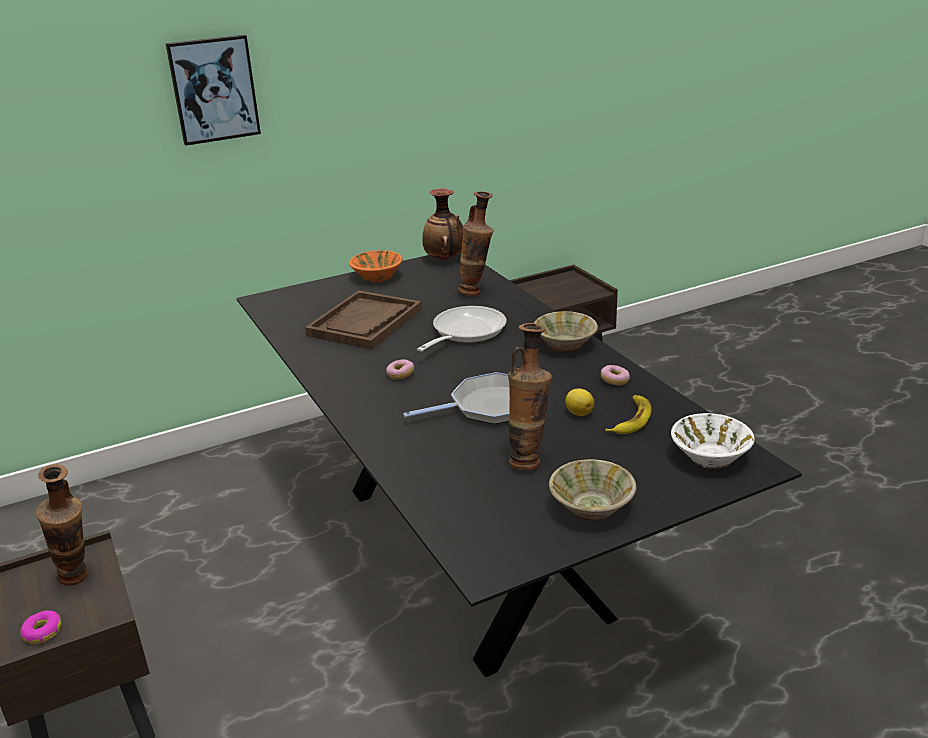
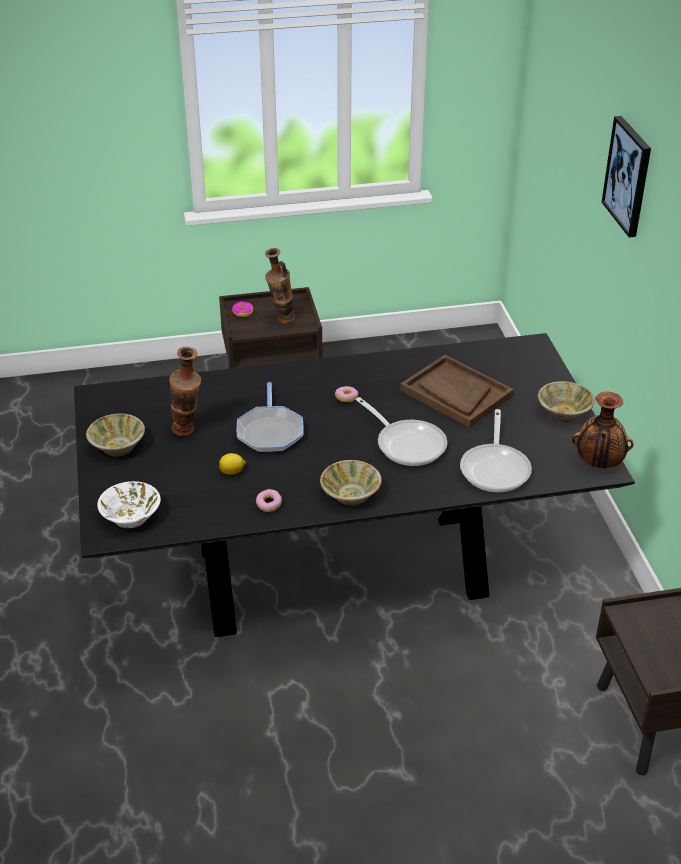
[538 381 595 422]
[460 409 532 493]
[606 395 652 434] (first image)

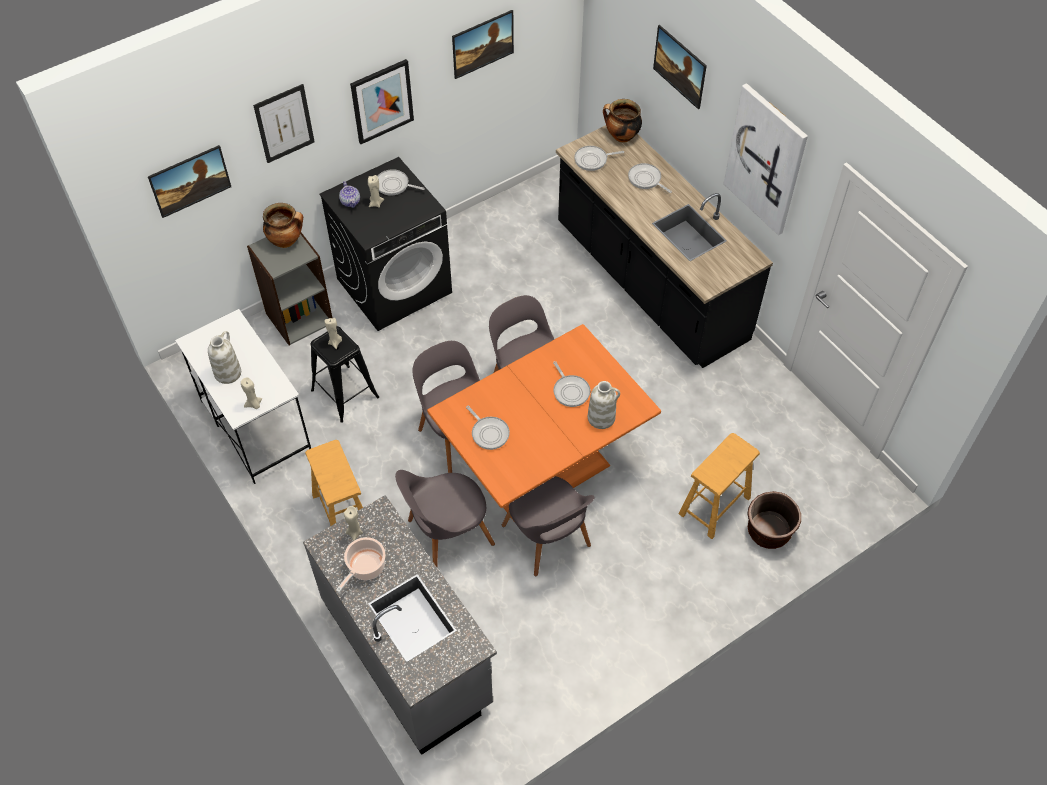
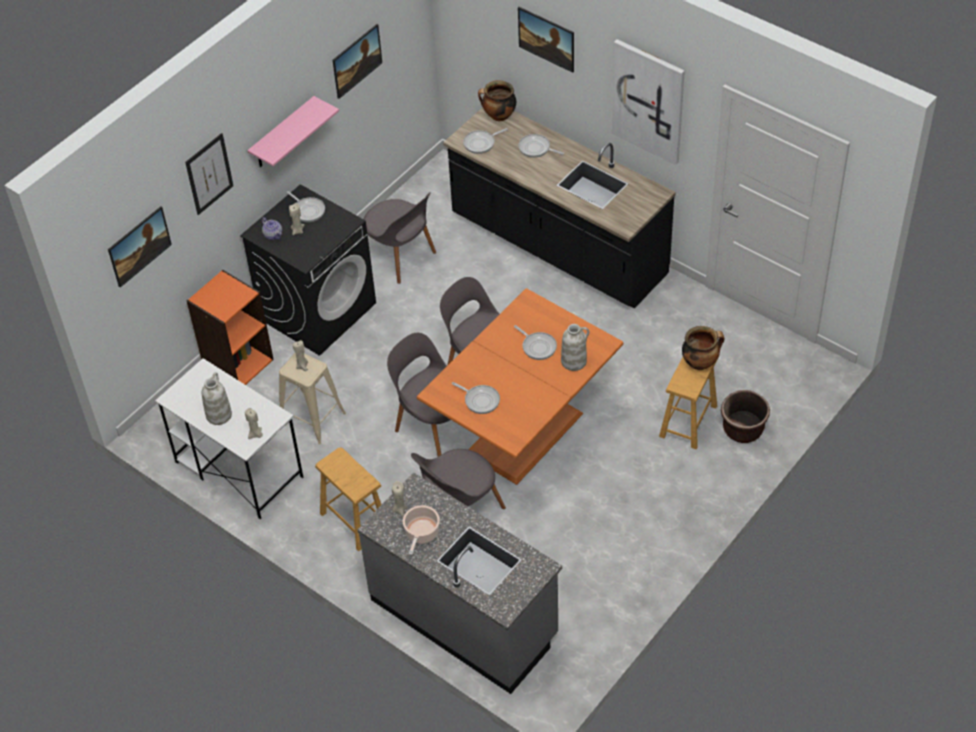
[187 270 274 385]
[682 326 724 370]
[279 353 346 445]
[247 96 339 167]
[286 191 325 222]
[363 192 436 284]

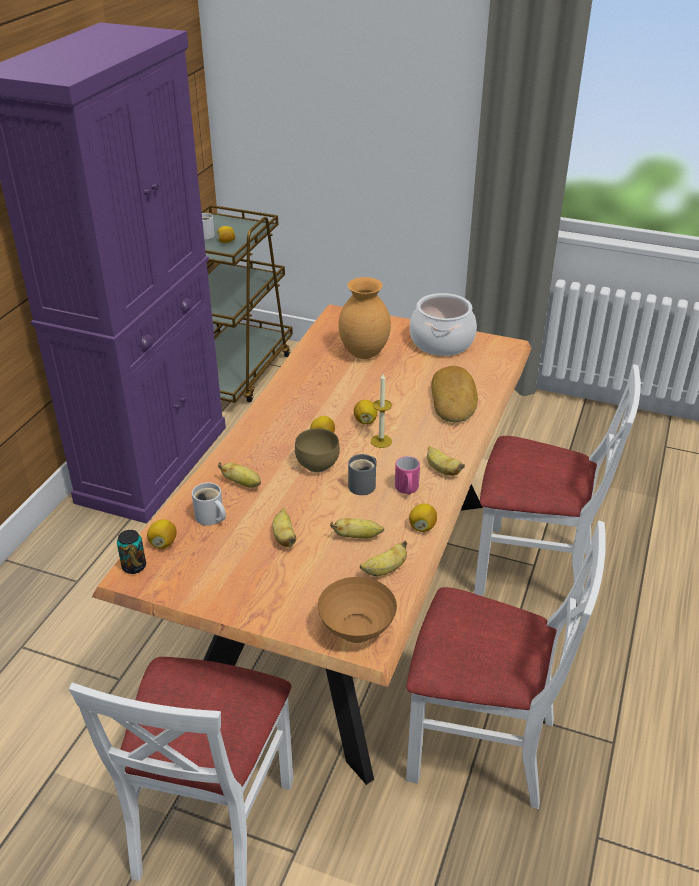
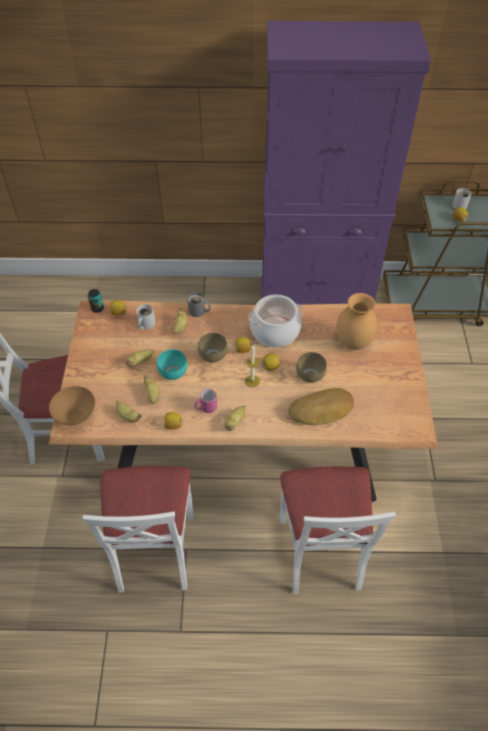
[187 292 211 317]
[248 295 304 347]
[157 349 187 380]
[296 352 327 383]

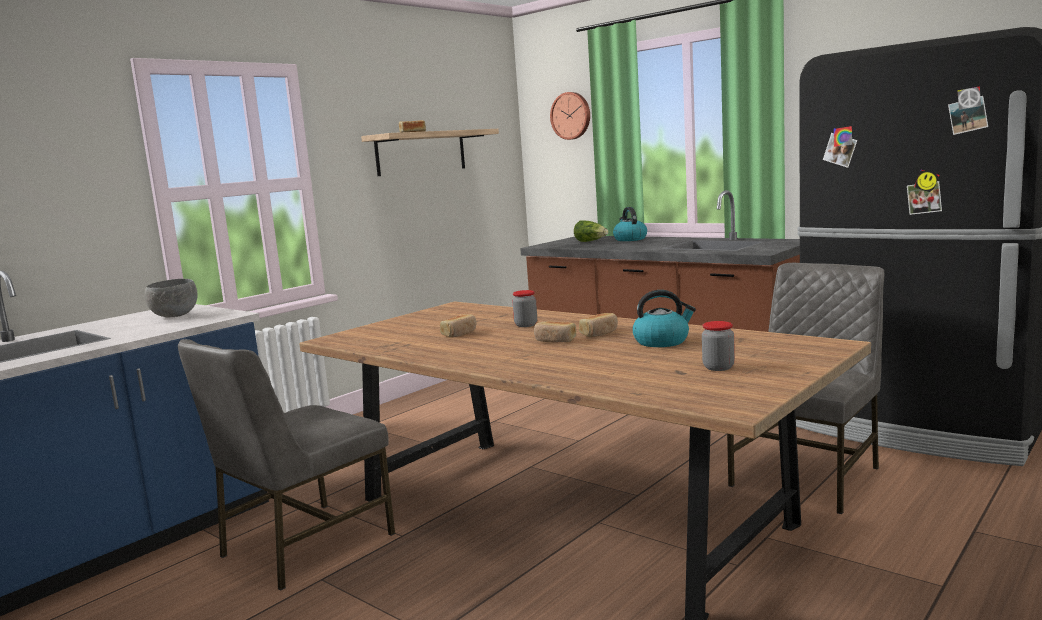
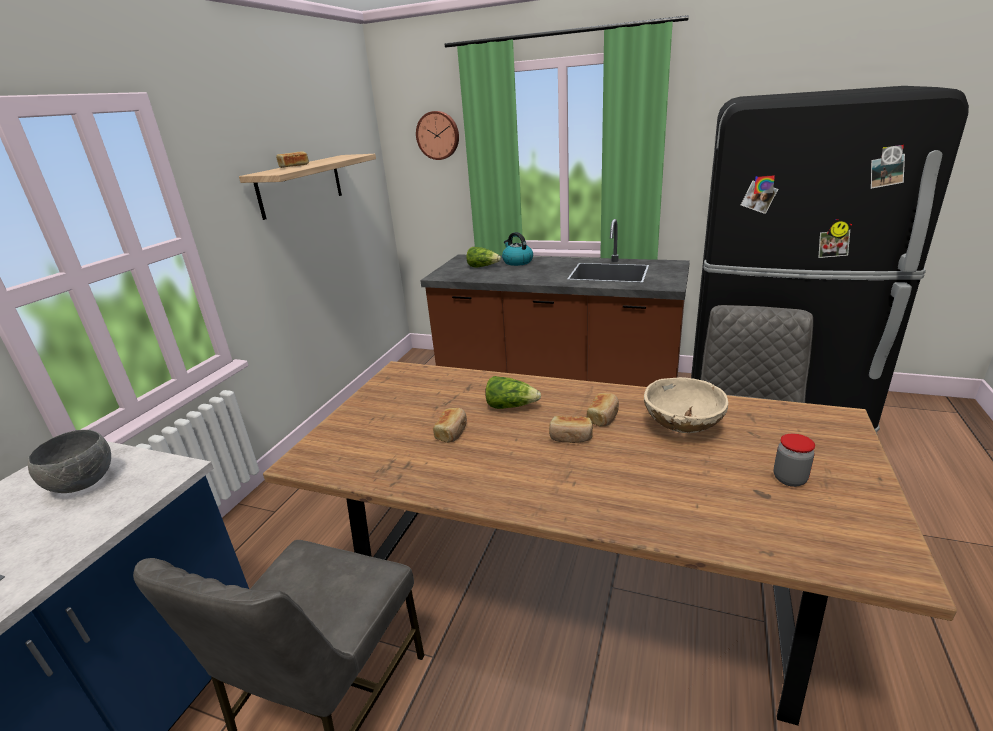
[485 376 541 409]
[644 377 728 433]

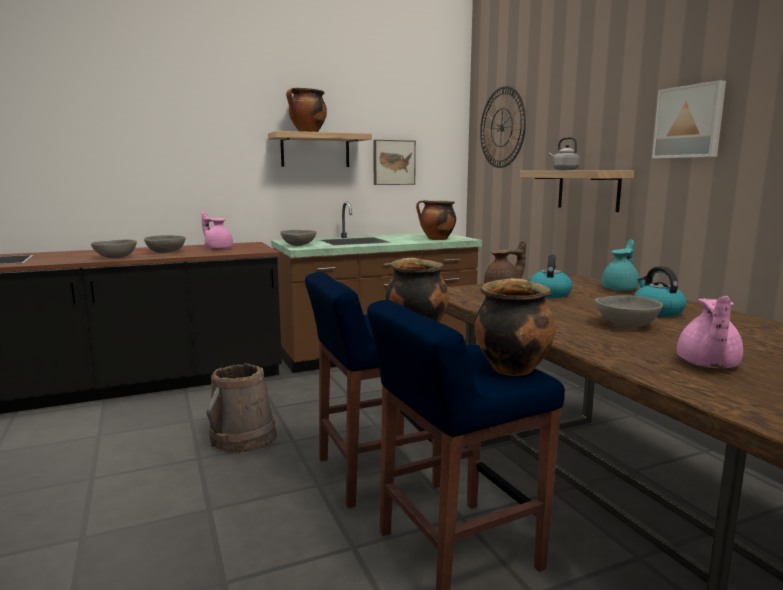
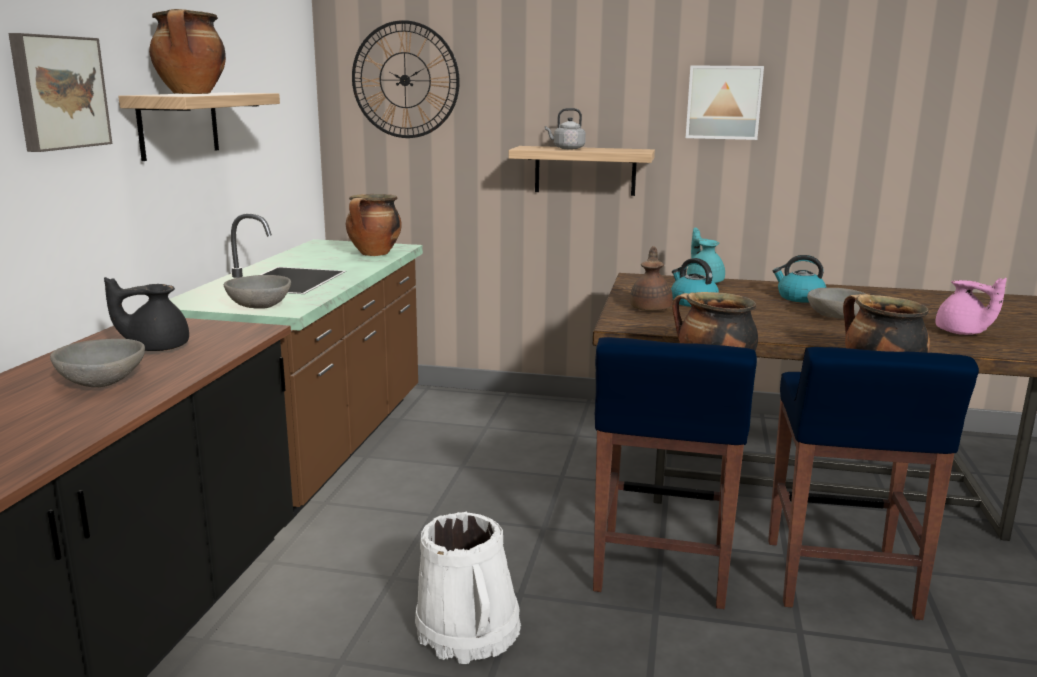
[91 239 137 258] (first image)
[104 277 189 351]
[415 511 521 664]
[8 33 112 152]

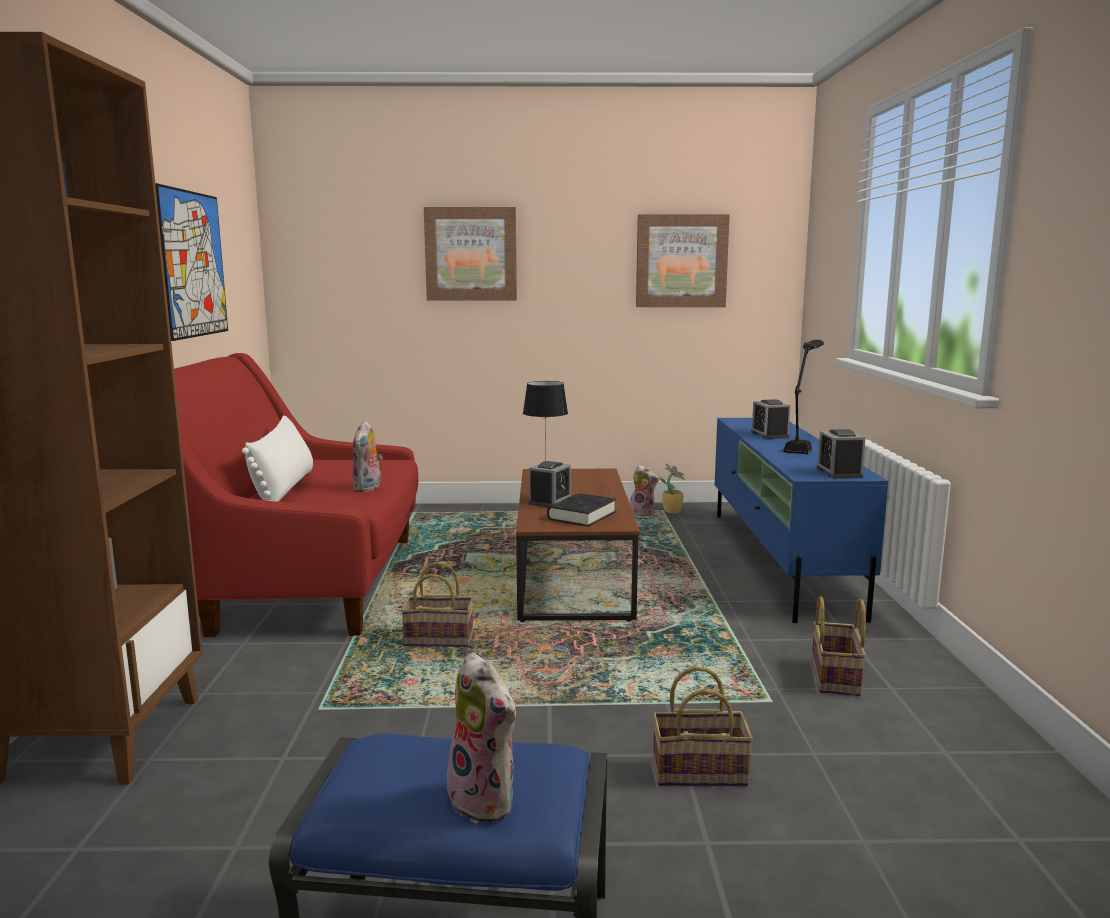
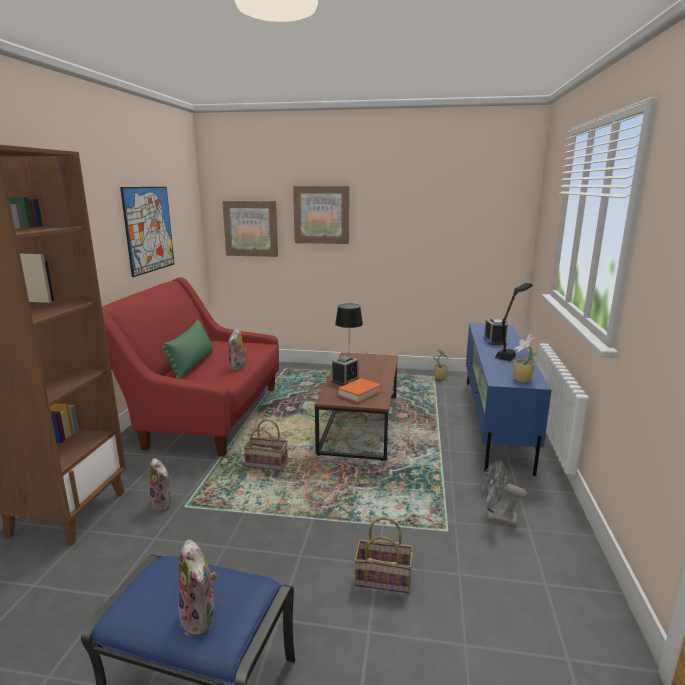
[162 319 213 379]
[337 378 381 403]
[149 458 171 511]
[222 201 278 257]
[480 460 528 526]
[513 335 537 382]

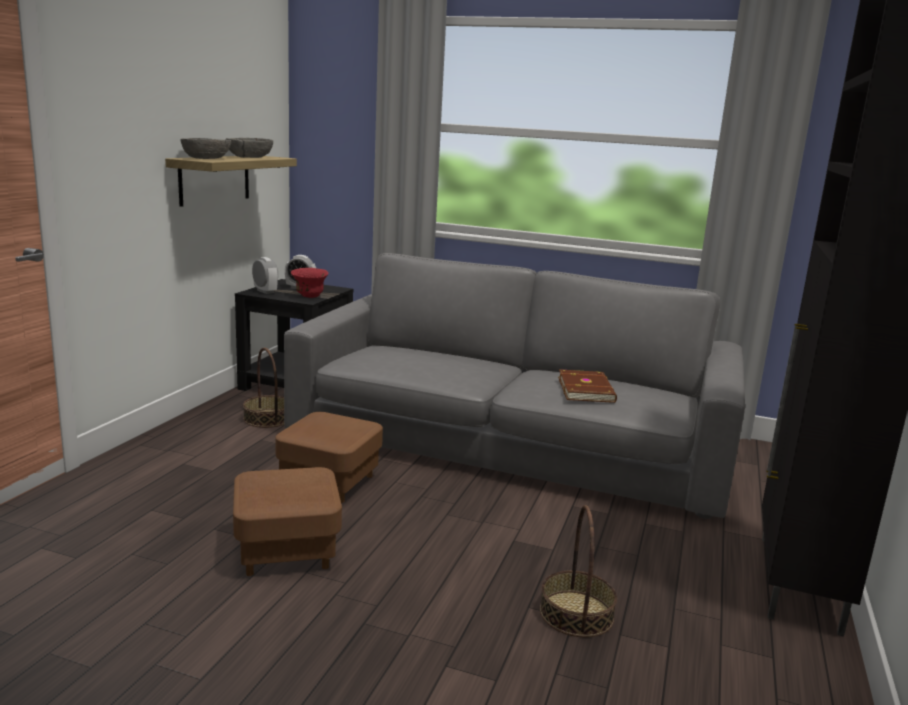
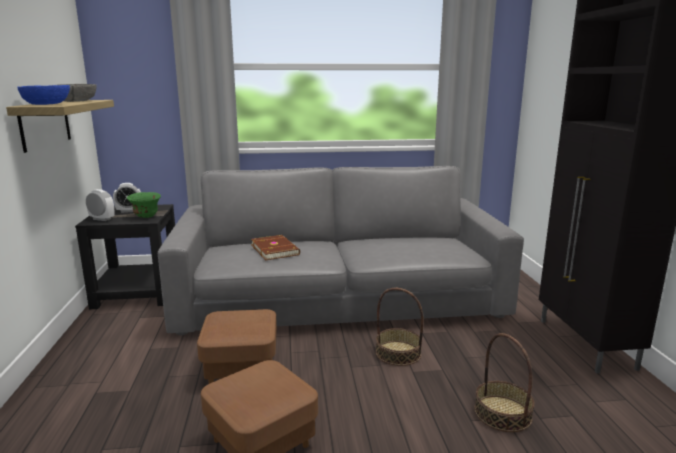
[17 85 70 105]
[376 288 424 366]
[127 192 161 218]
[251 235 300 260]

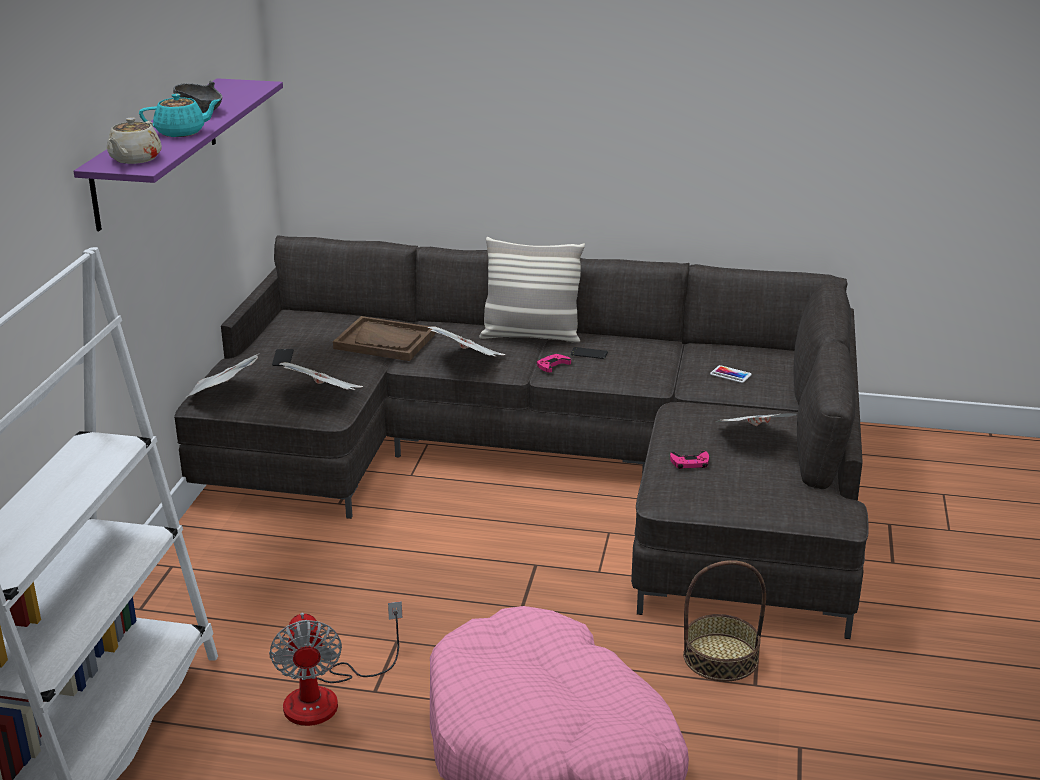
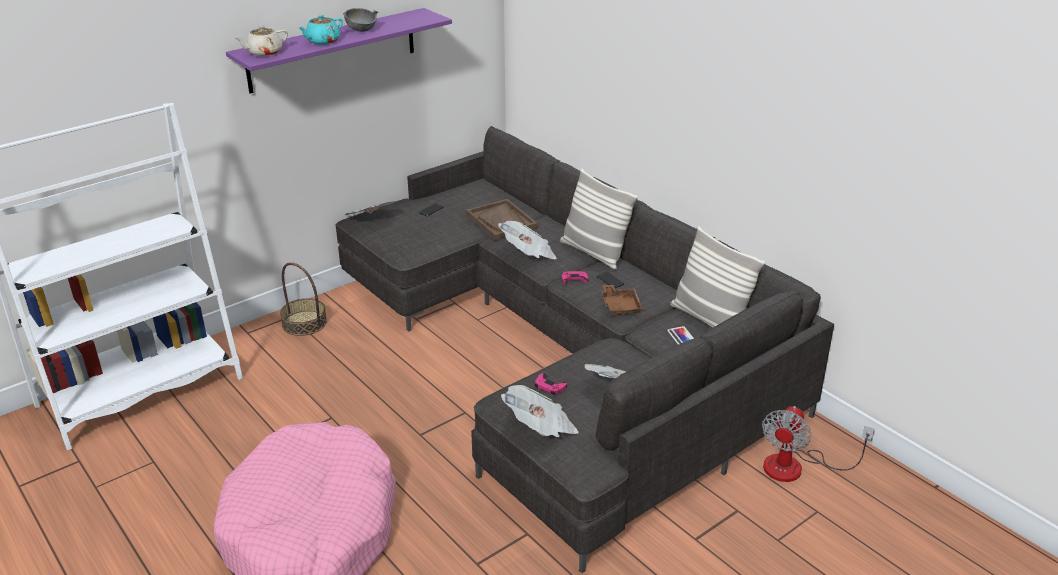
[298 15 343 45]
[762 406 875 482]
[501 385 579 437]
[280 263 327 336]
[601 285 643 315]
[670 226 766 327]

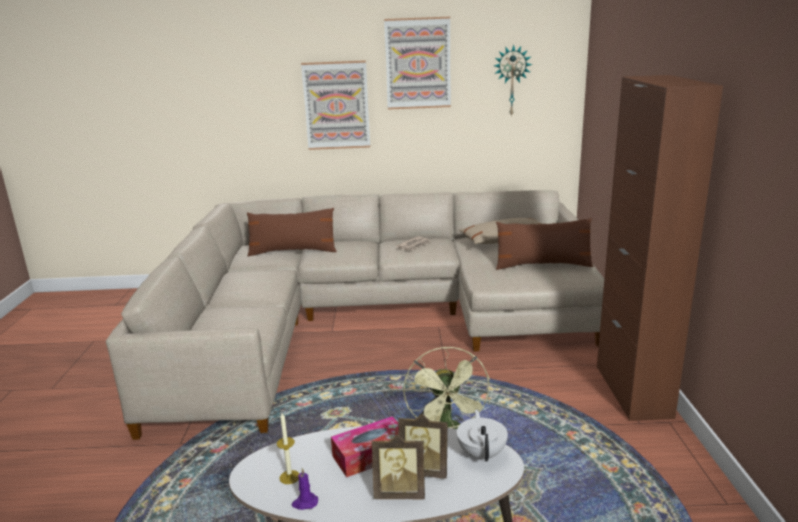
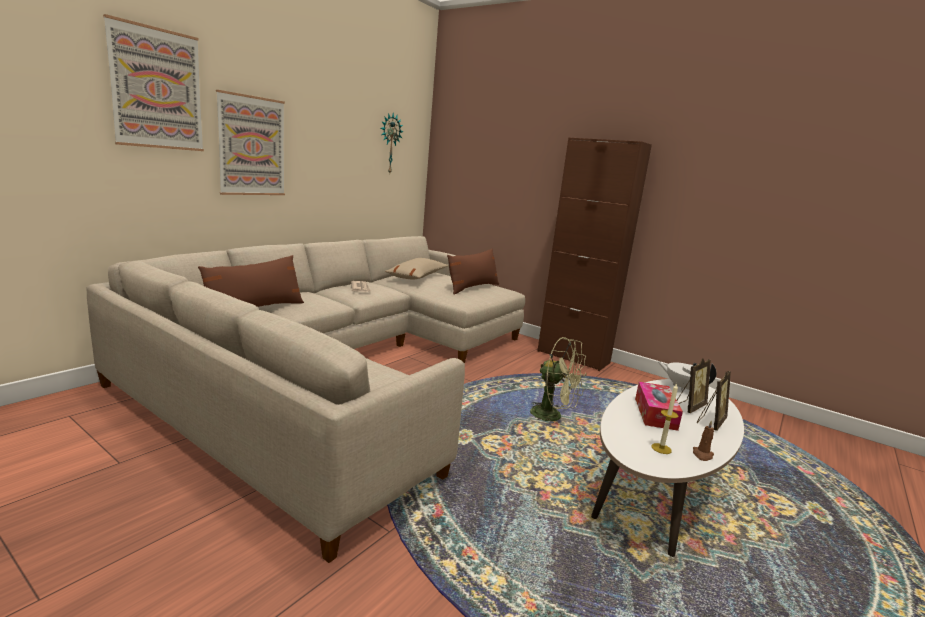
[693 420 714 461]
[103 14 204 151]

